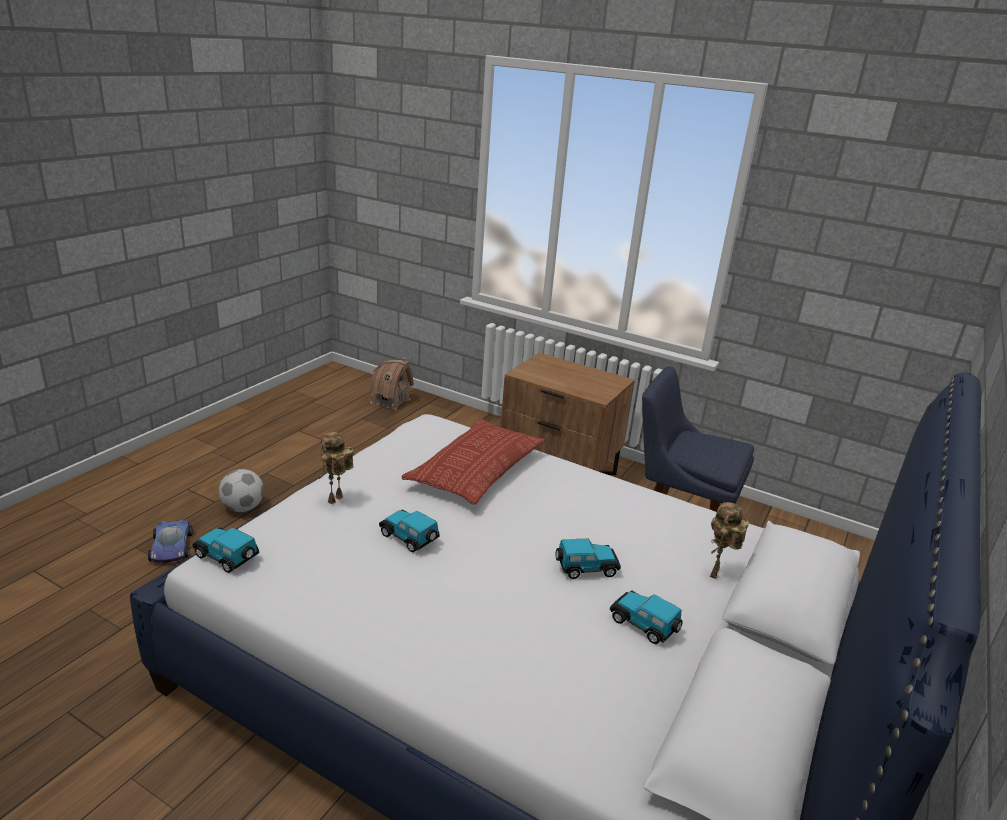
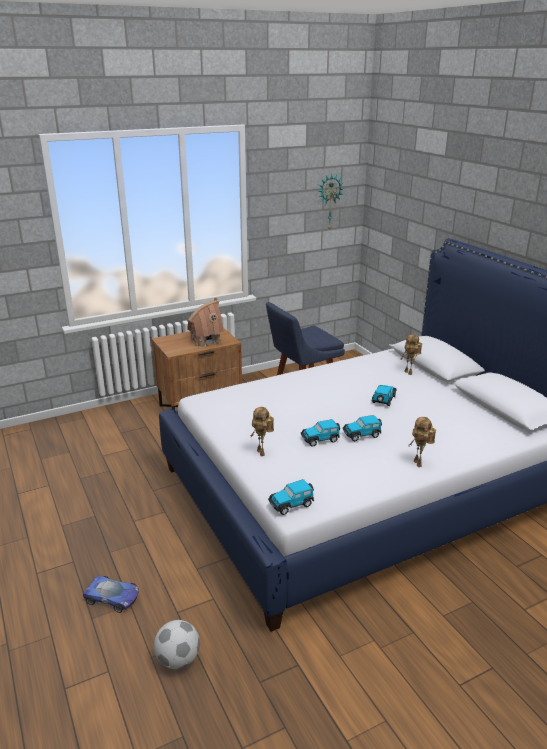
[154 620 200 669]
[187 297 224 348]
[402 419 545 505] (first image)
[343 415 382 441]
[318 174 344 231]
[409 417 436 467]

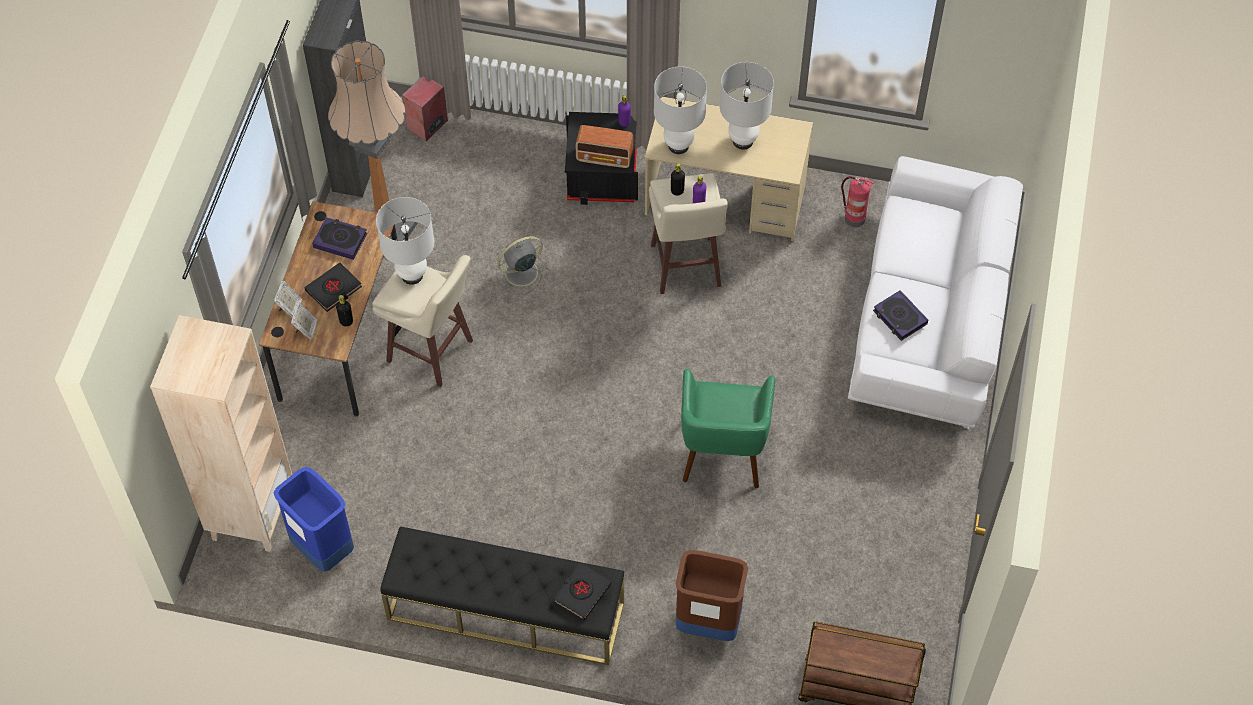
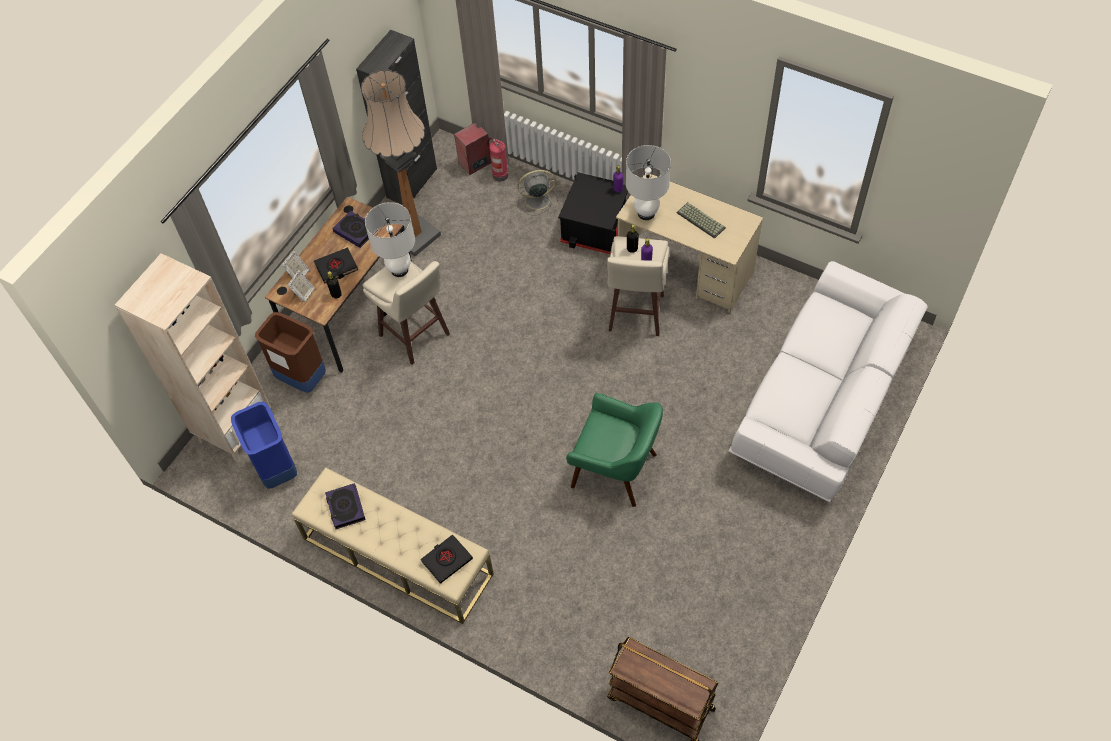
[292 467 494 624]
[518 170 558 215]
[575 125 633 168] (first image)
[255 312 326 393]
[566 393 663 507]
[677 202 726 239]
[487 137 509 182]
[325 483 366 529]

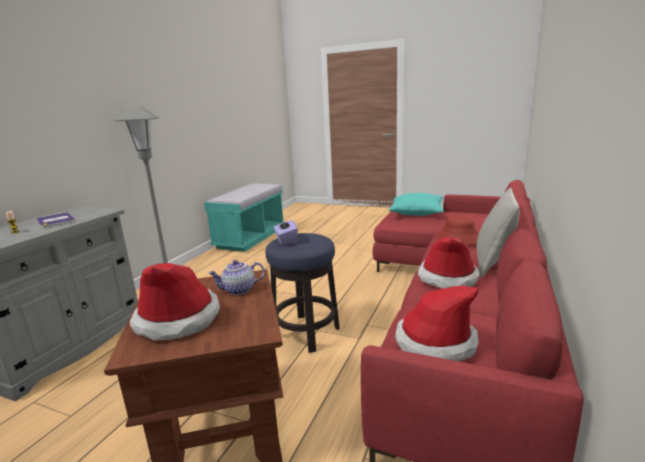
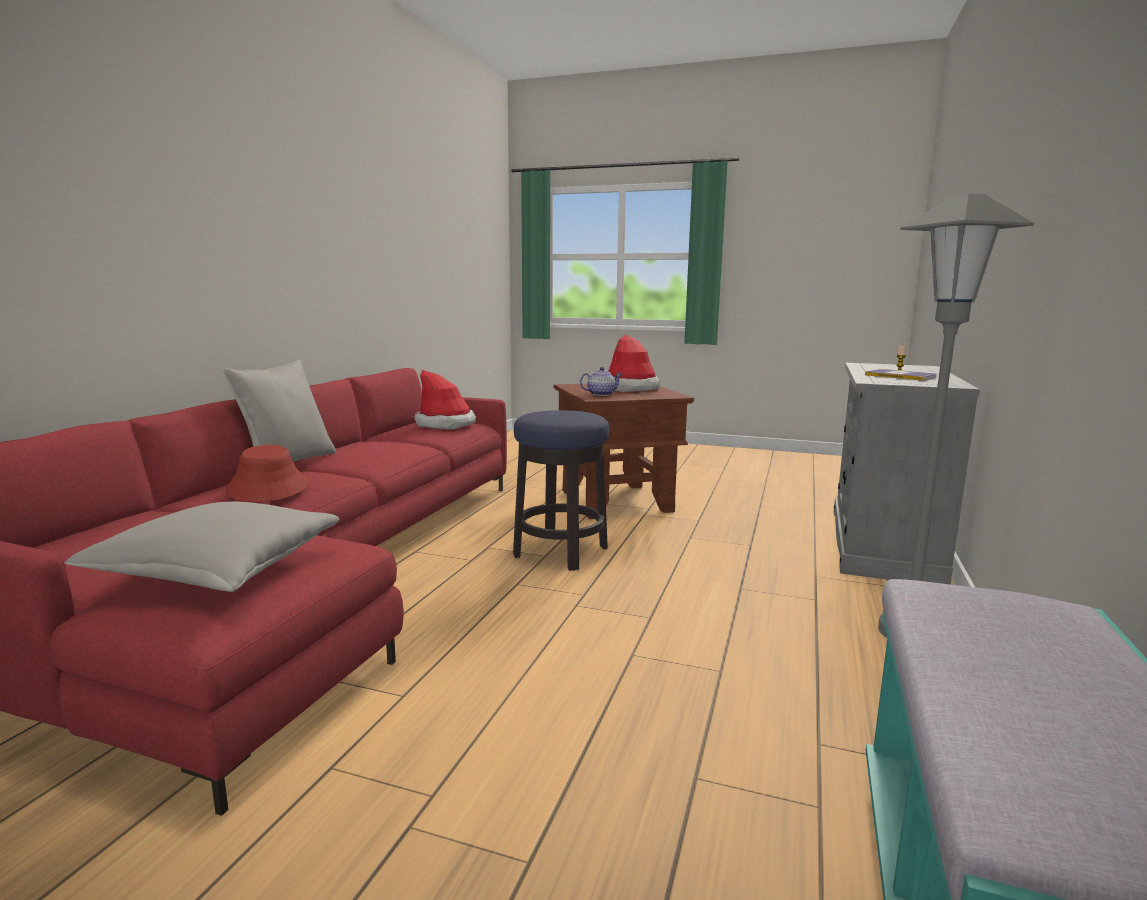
[274 220 298 245] (first image)
[65 502 339 592]
[418 237 480 288] (first image)

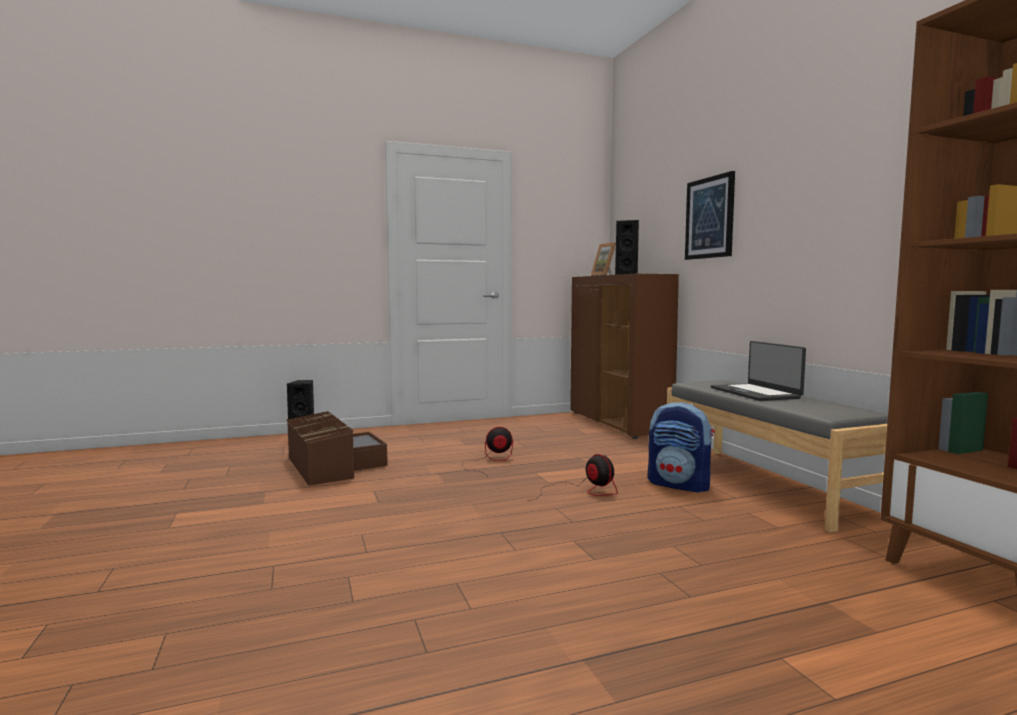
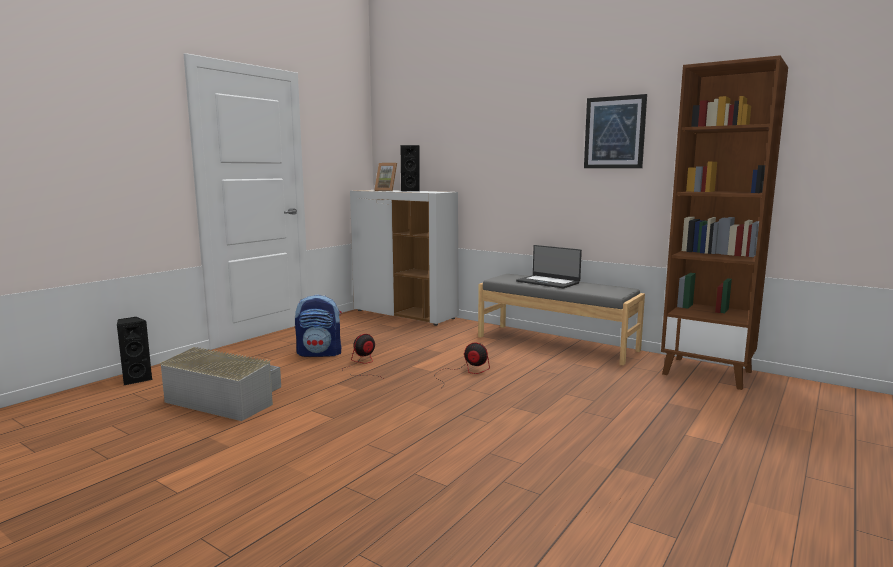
[160 347 281 421]
[350 190 459 326]
[295 295 342 357]
[584 94 647 168]

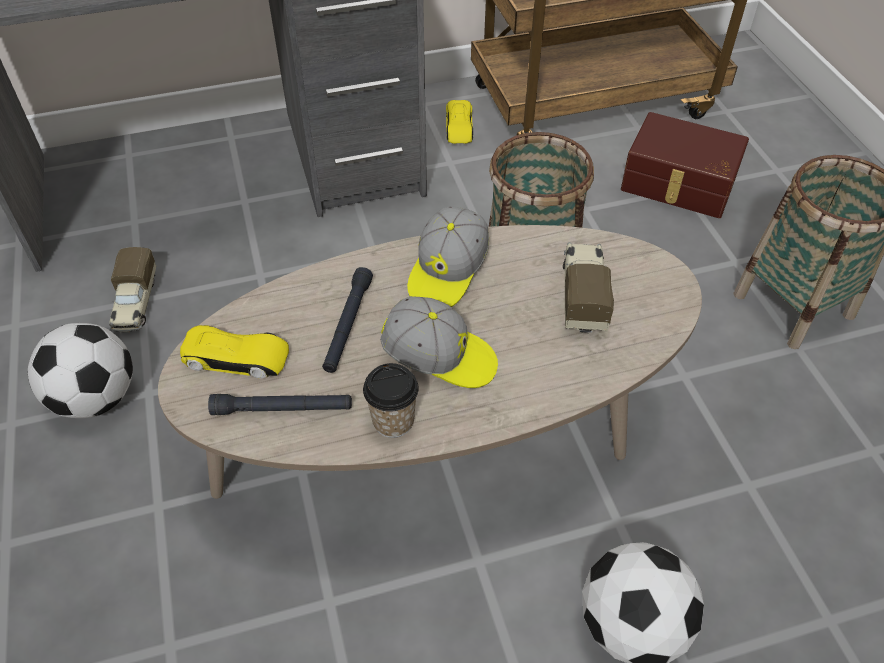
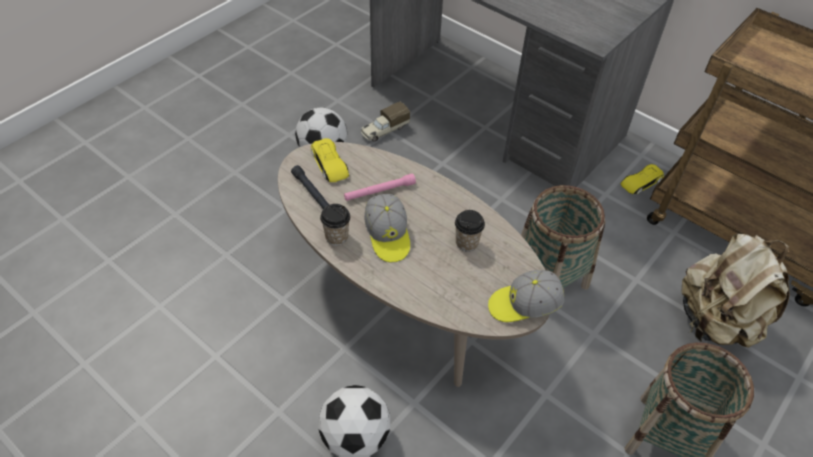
[344 173 416 201]
[488 270 565 322]
[563 242 614 334] (first image)
[681 233 790 348]
[455 210 485 252]

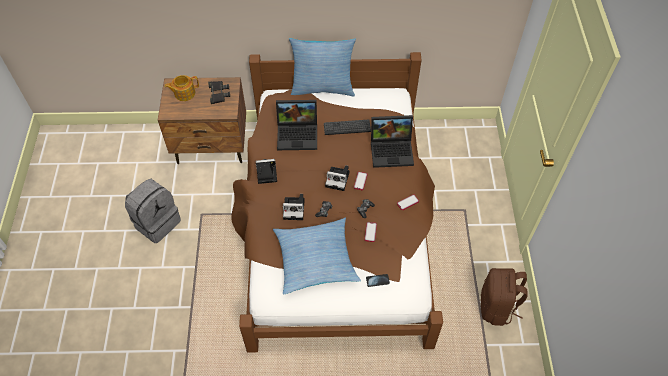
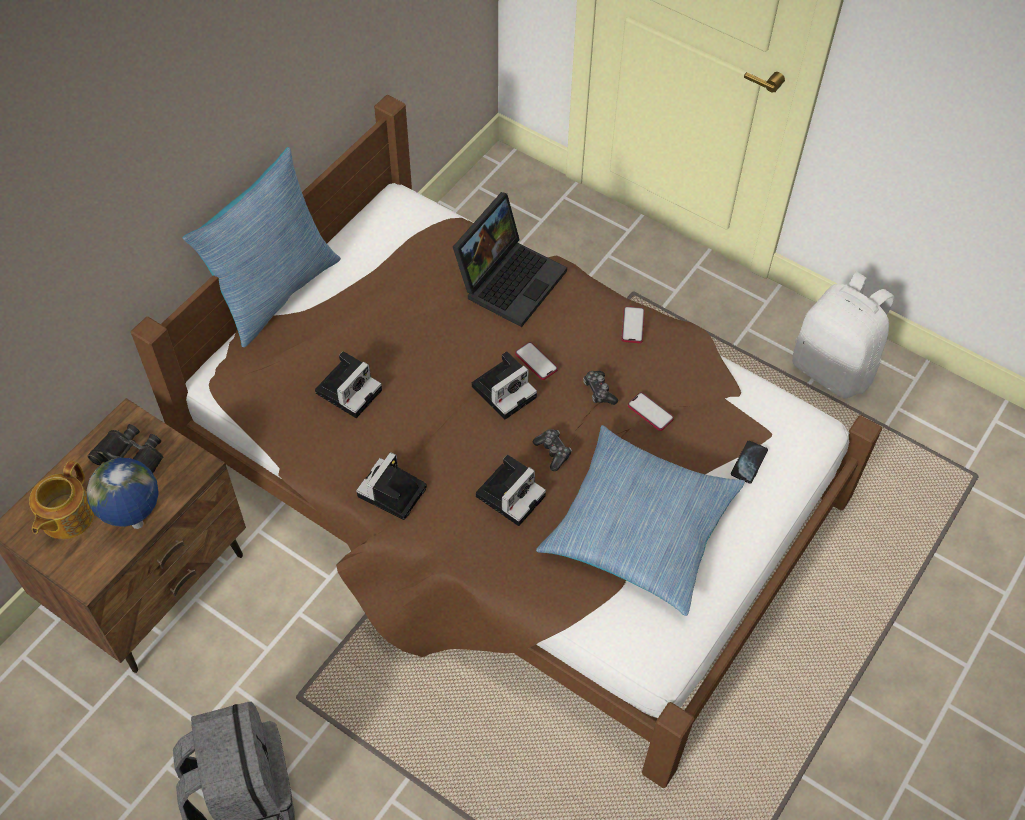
[315 351 382 418]
[324 119 371 135] (first image)
[792 272 895 398]
[87 458 159 529]

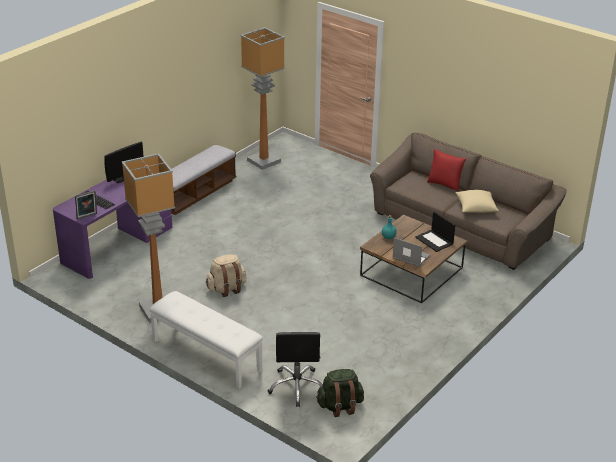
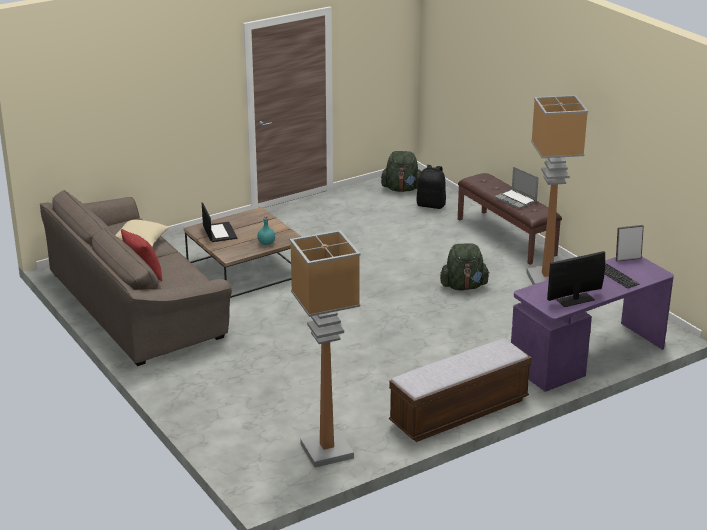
[458 173 562 265]
[440 243 490 290]
[416 165 446 209]
[495 167 539 209]

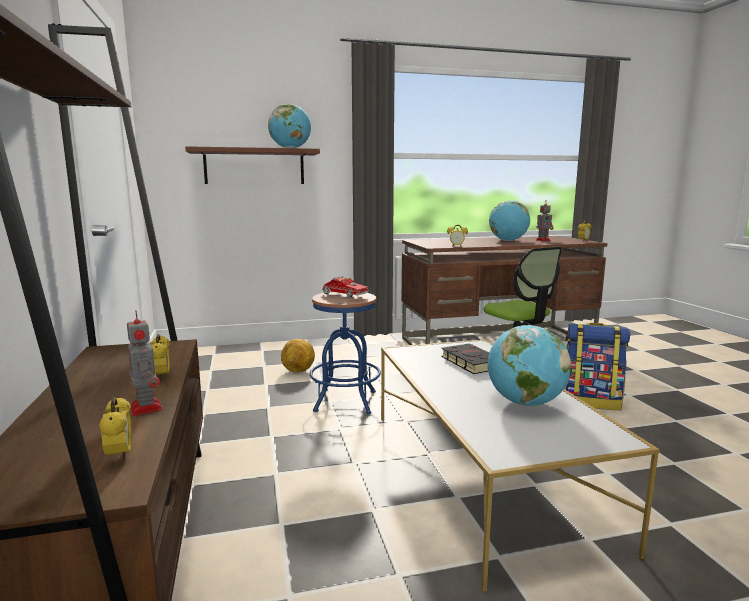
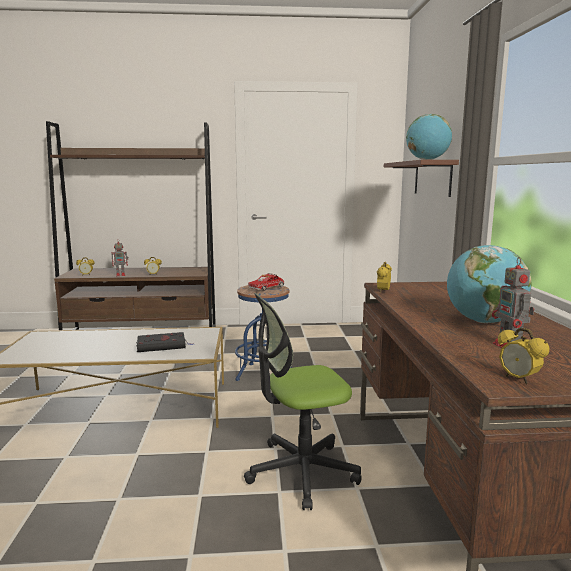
[281 339 315 372] (first image)
[488 325 571 406] (first image)
[564 323 630 410] (first image)

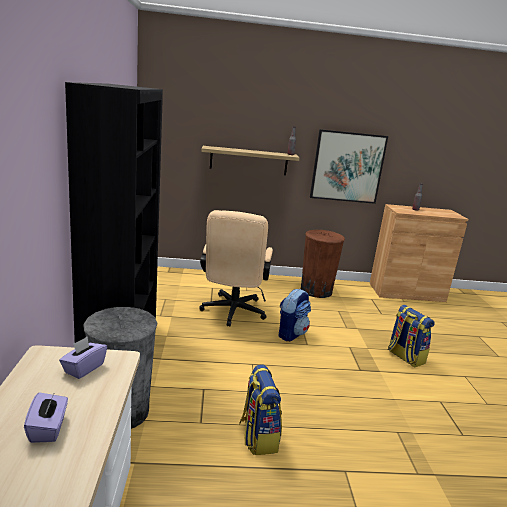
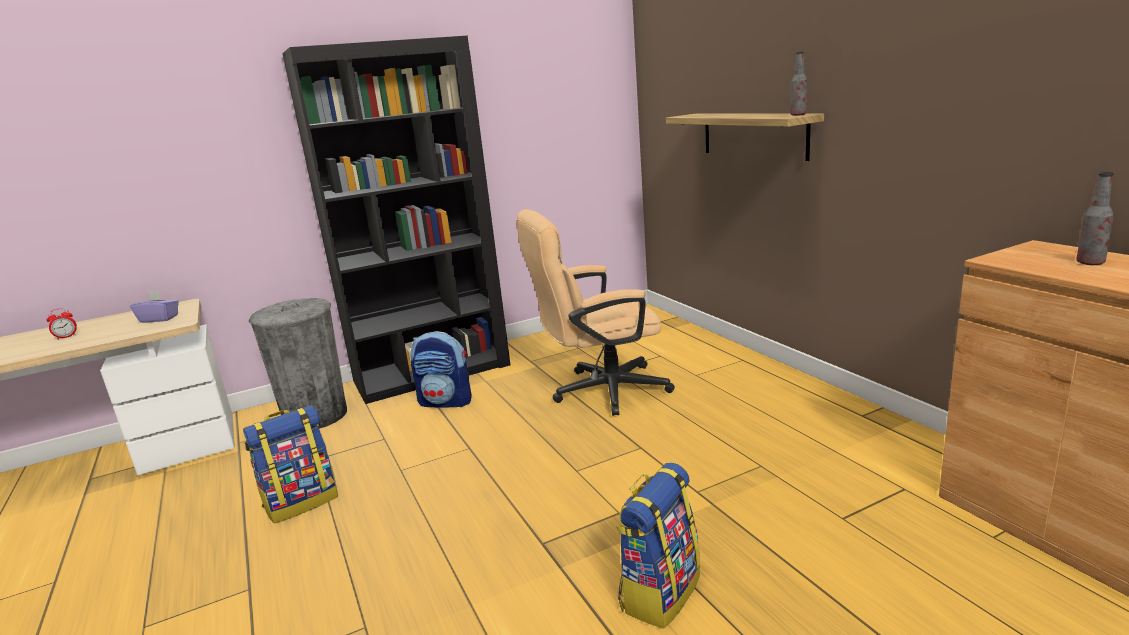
[47 308 77 340]
[410 331 472 408]
[301 230 345 298] (first image)
[310 129 388 204] (first image)

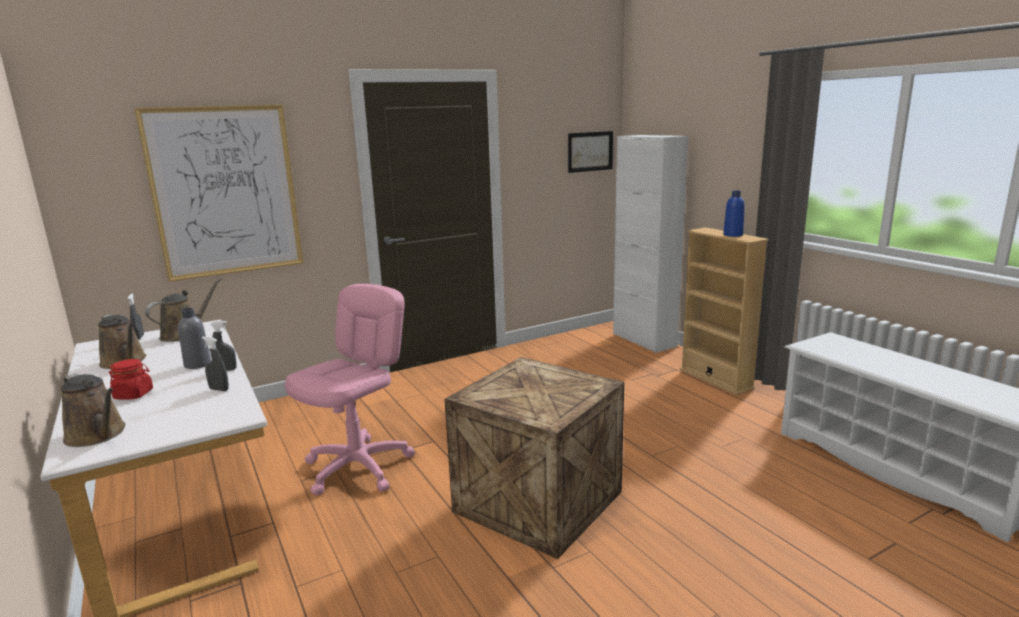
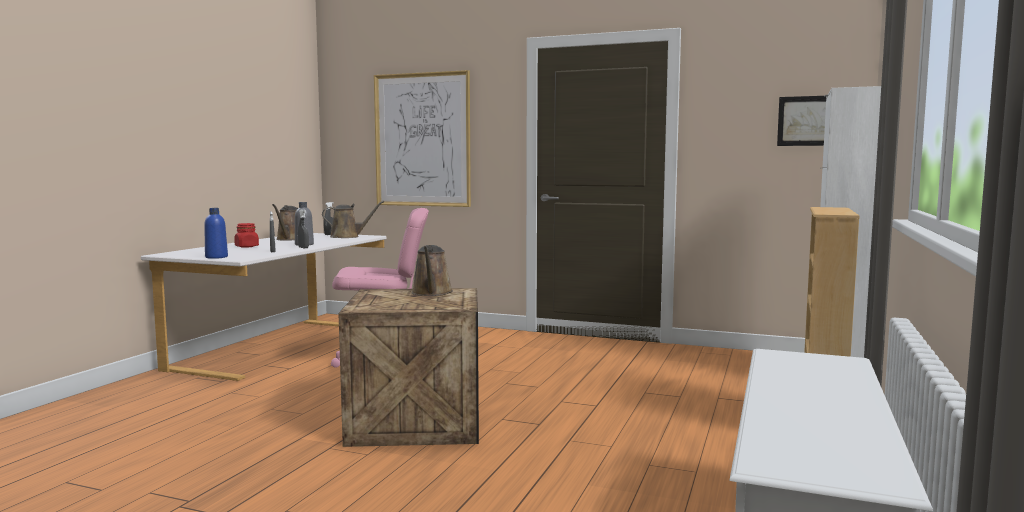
[412 245 453 296]
[204 208 228 259]

